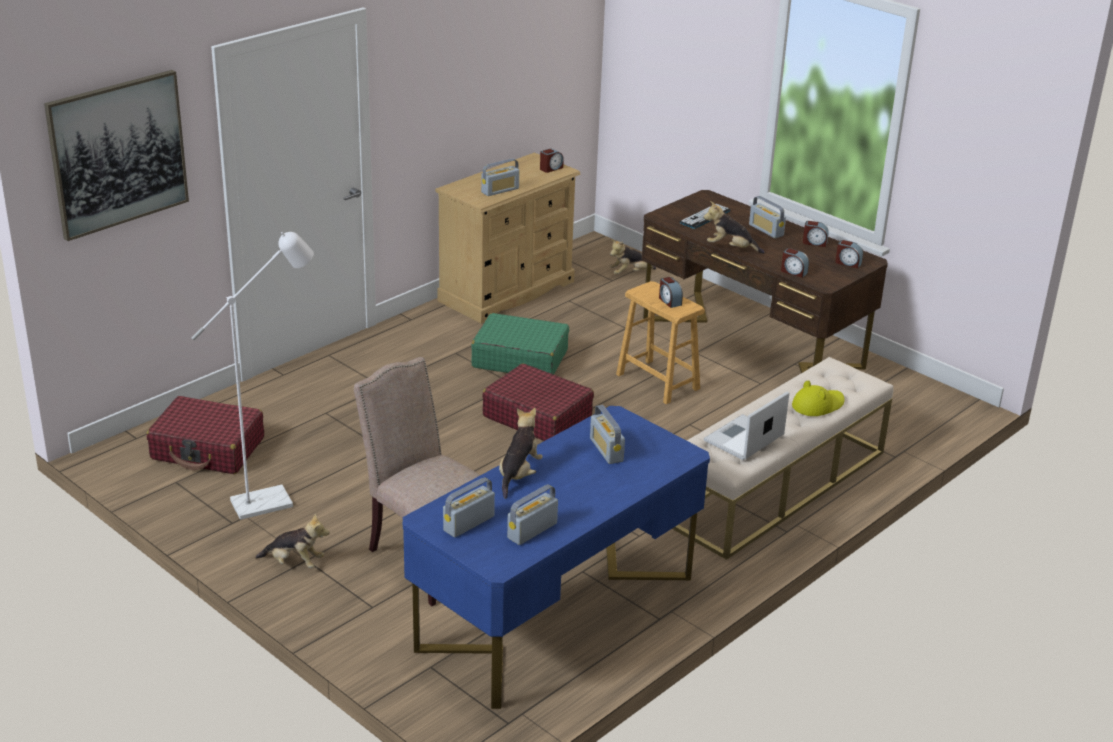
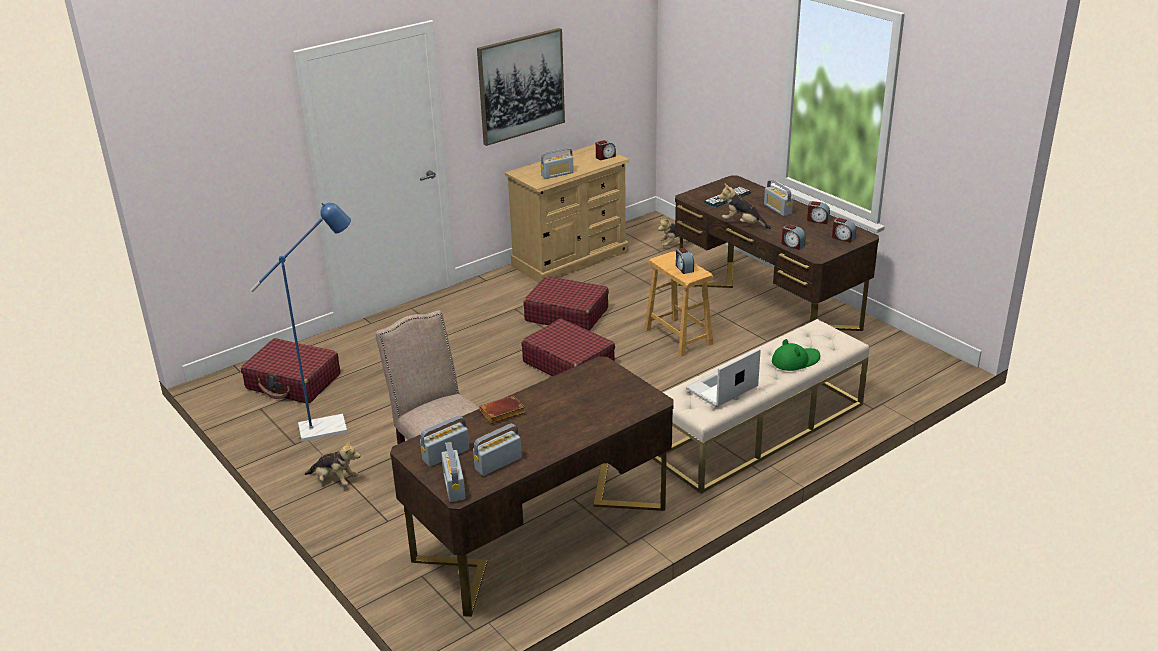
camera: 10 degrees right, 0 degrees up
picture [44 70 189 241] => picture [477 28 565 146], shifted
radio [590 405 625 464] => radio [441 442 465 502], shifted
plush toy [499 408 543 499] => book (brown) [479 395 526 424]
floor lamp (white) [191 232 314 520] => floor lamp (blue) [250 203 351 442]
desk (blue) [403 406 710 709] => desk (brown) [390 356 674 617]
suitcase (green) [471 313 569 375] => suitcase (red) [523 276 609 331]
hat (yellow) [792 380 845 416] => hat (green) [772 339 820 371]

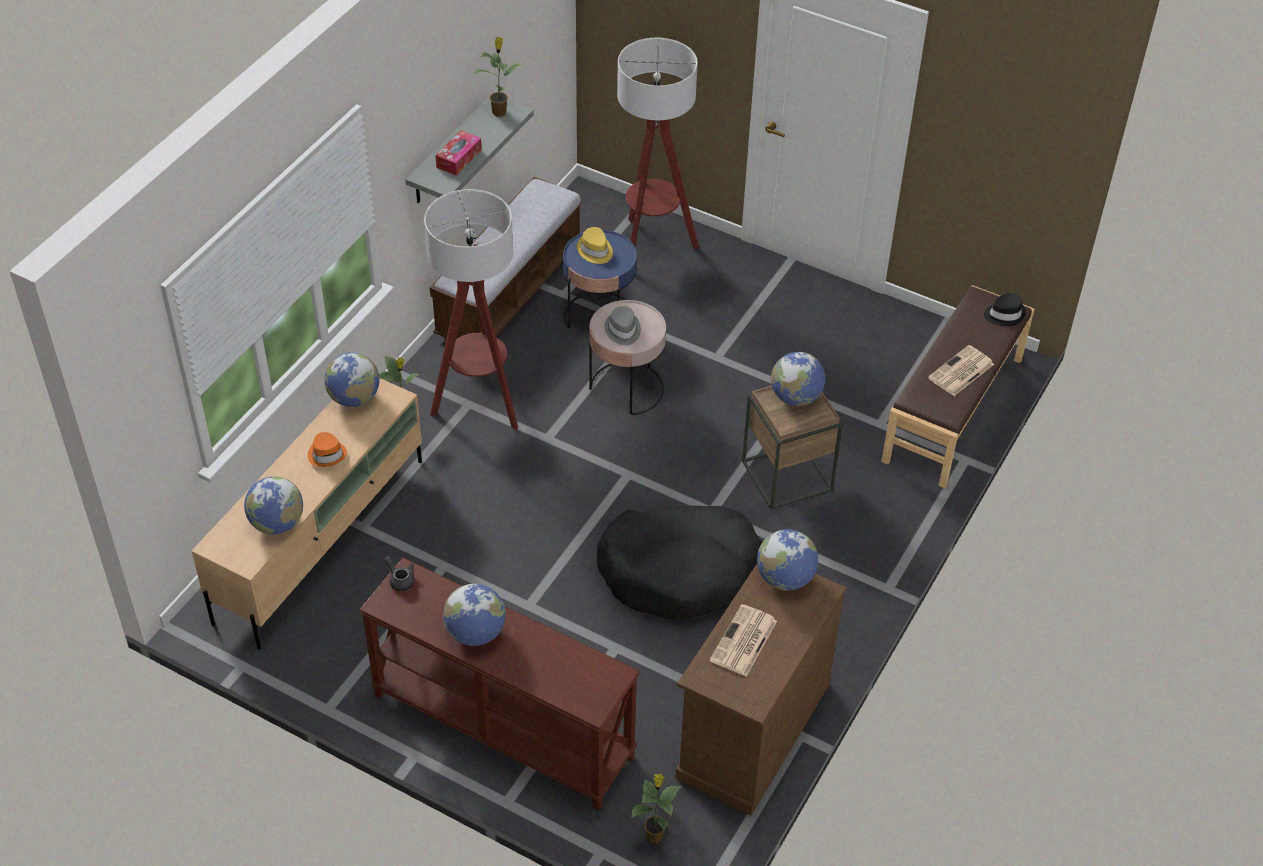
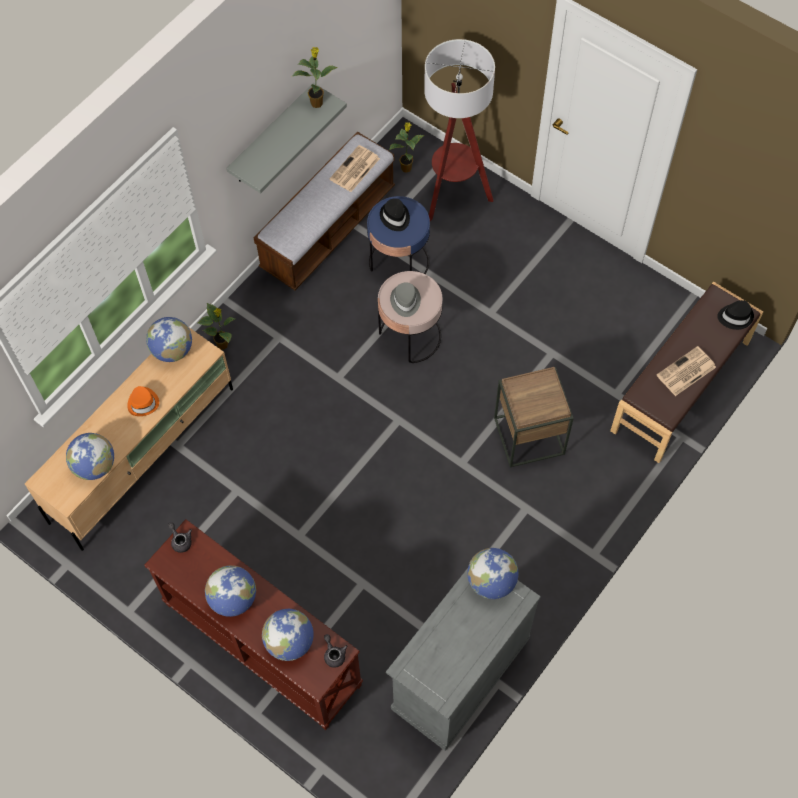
camera: 10 degrees right, 15 degrees up
floor lamp [424 189 518 430] => nothing
tissue box [435 130 482 176] => nothing
dog bed (black) [596 506 762 620] => nothing
nothing => teapot (grey) [324 634 348 668]
potted plant [631 773 681 844] => potted plant [389 122 425 173], shifted
newspaper [710 604 777 677] => newspaper [330 145 380 192], shifted
globe [771 352 825 406] => globe [262 609 314 661], shifted
hat (yellow) [577 227 613 264] => hat (black) [380 198 410 231]
cabinet (brown) [675 564 846 816] => cabinet (grey) [386 568 541 751]

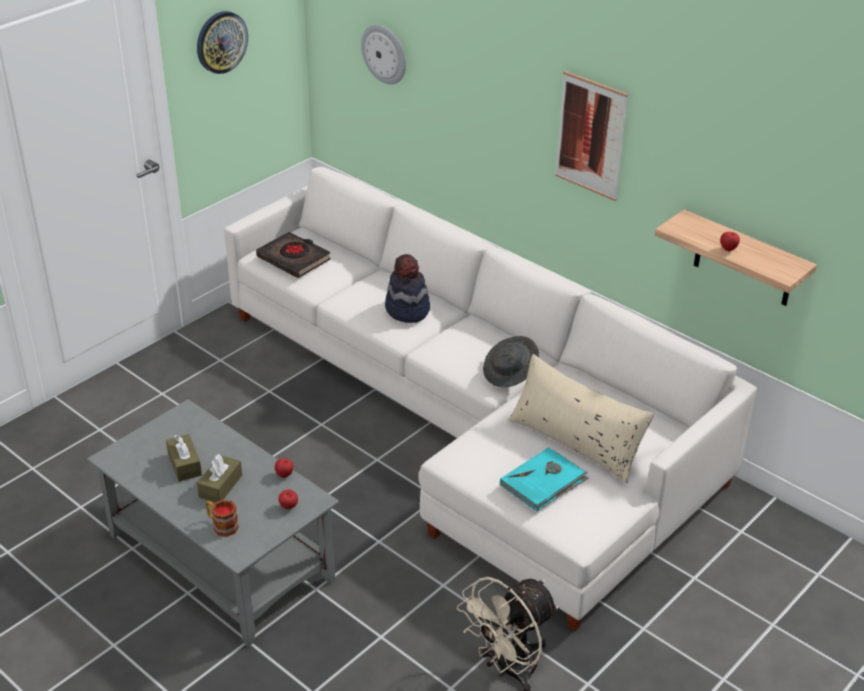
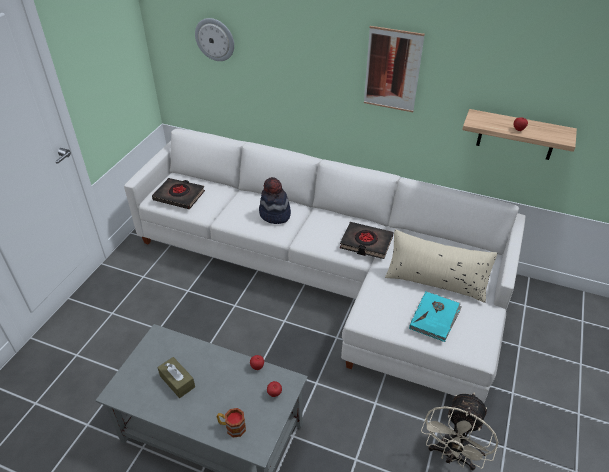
camera: 20 degrees left, 5 degrees up
wall clock [197 11 248 74] => nothing
tissue box (brown) [197 454 242 503] => nothing
hat (grey) [483 336 539 387] => book (black) [340 222 394 259]

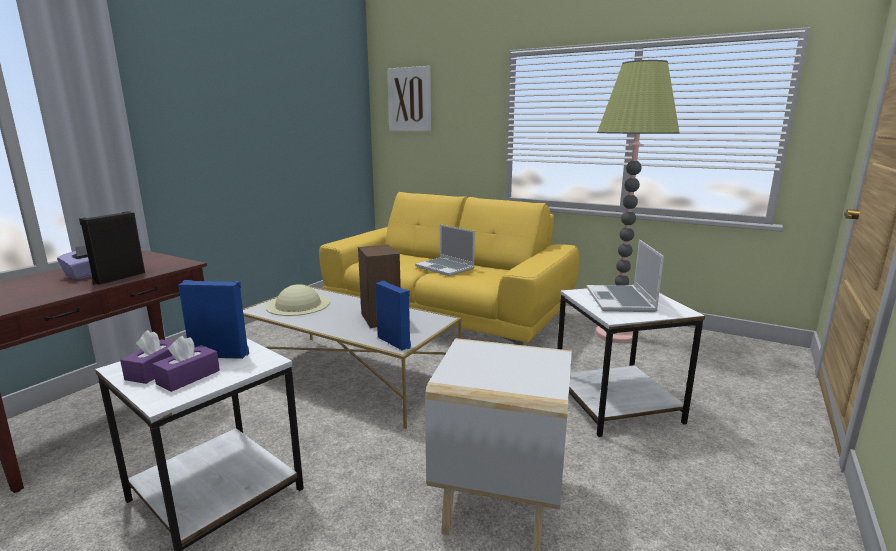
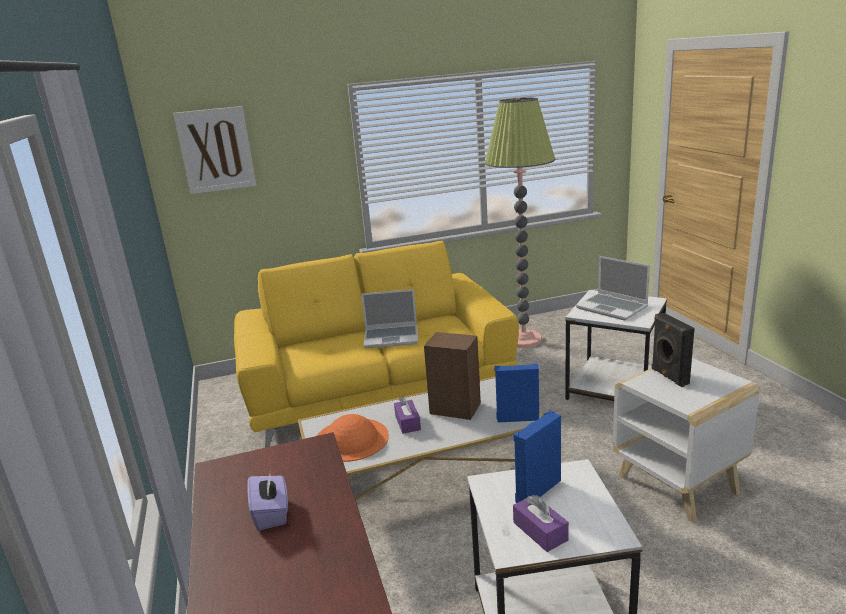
camera: 45 degrees left, 5 degrees up
speaker (black) [79 211 145 285] => speaker (black) [652 313 695 387], shifted
tissue box (purple) [152 336 220 392] => tissue box (purple) [394 397 421 434], shifted
hat (beige) [266 284 330 316] => hat (orange) [317 414 389 462]

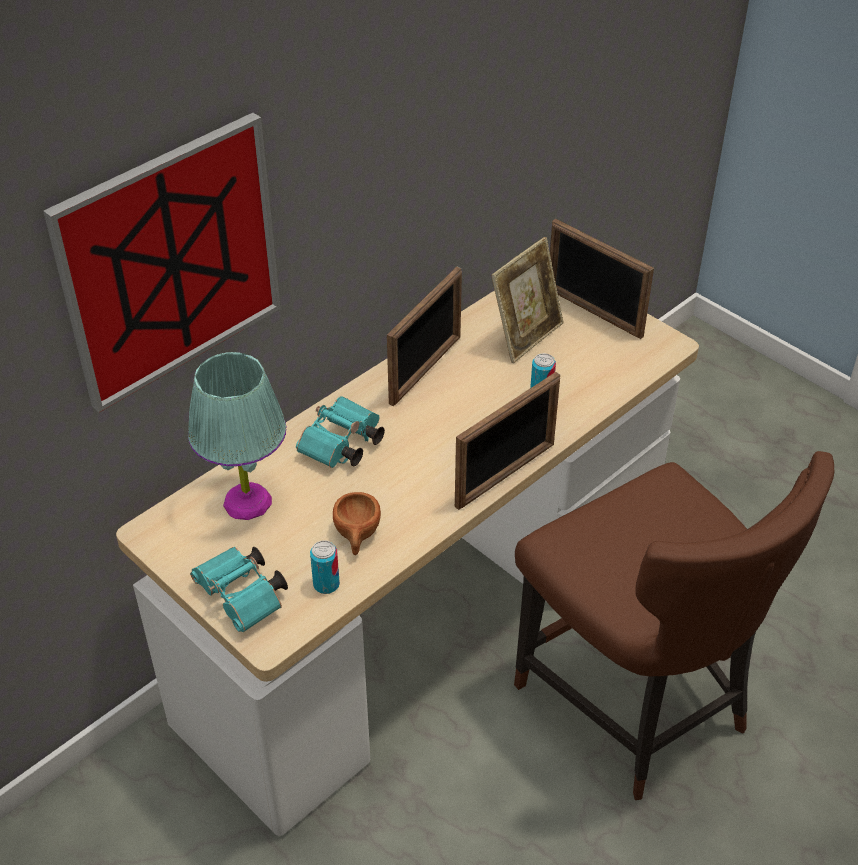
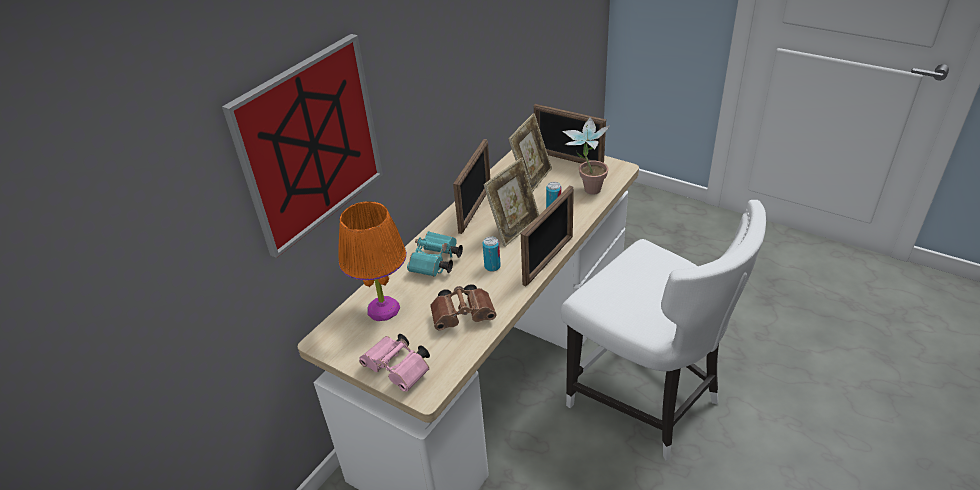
camera: 10 degrees left, 5 degrees down
nothing => picture frame [484 158 539 247]
nothing => potted plant [562 117 610 195]
can [310 540 340 594] => can [483 236 501 272], shifted
cup (brown) [333 492 381 555] => binoculars (brown) [430 284 497 331]
table lamp (turquoise) [188 352 287 520] => table lamp (orange) [338 201 407 321]
binoculars (turquoise) [190 547 288 632] => binoculars (pink) [359 334 430 392]
chair (brown) [514 451 834 800] => chair (white) [561 200 766 461]

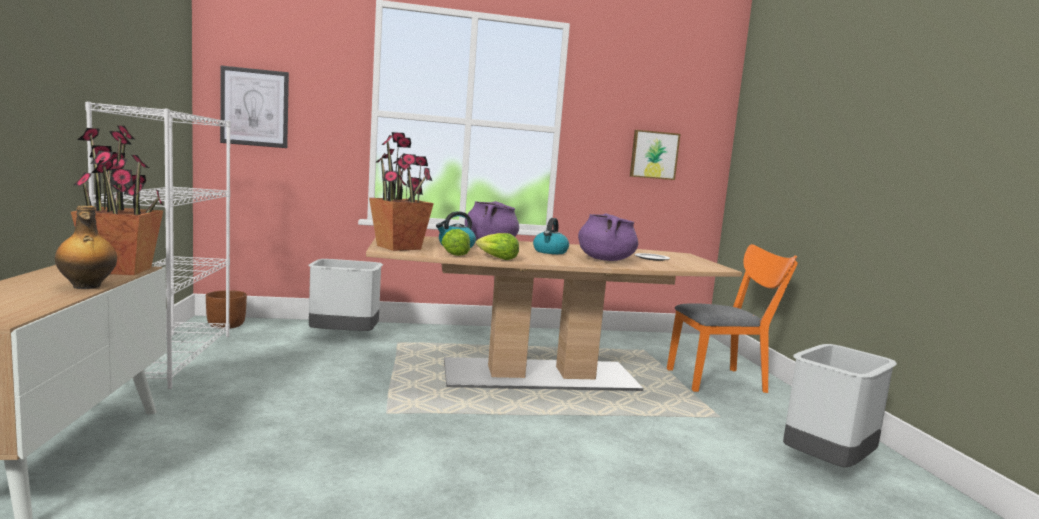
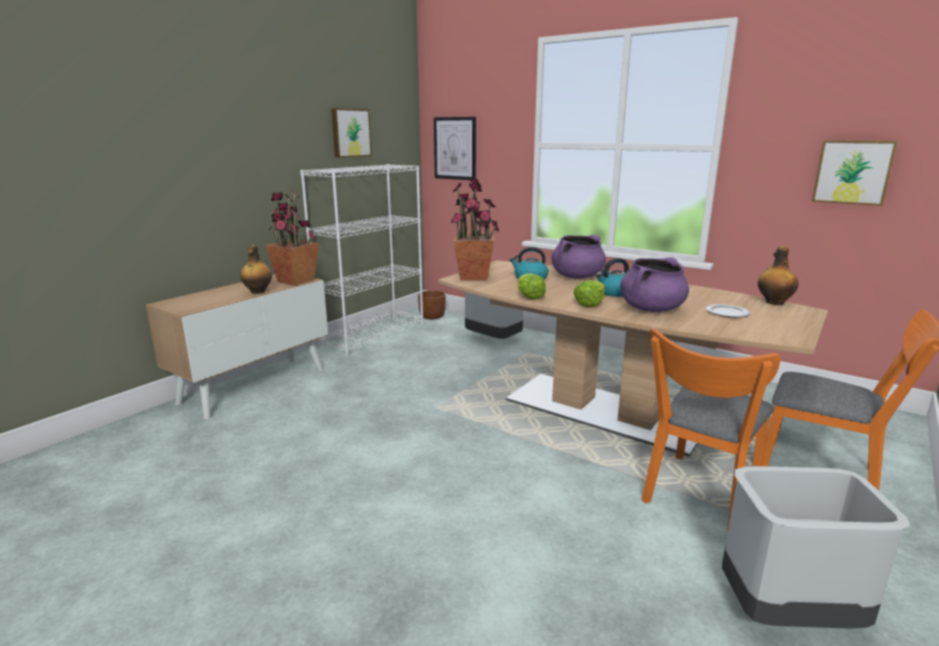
camera: 45 degrees right, 10 degrees up
nothing => picture [331 108 372 158]
nothing => chair (orange) [641 328 780 533]
nothing => bottle [758 247 798 305]
lettuce [441 229 470 256] => lettuce [573 280 605 307], shifted

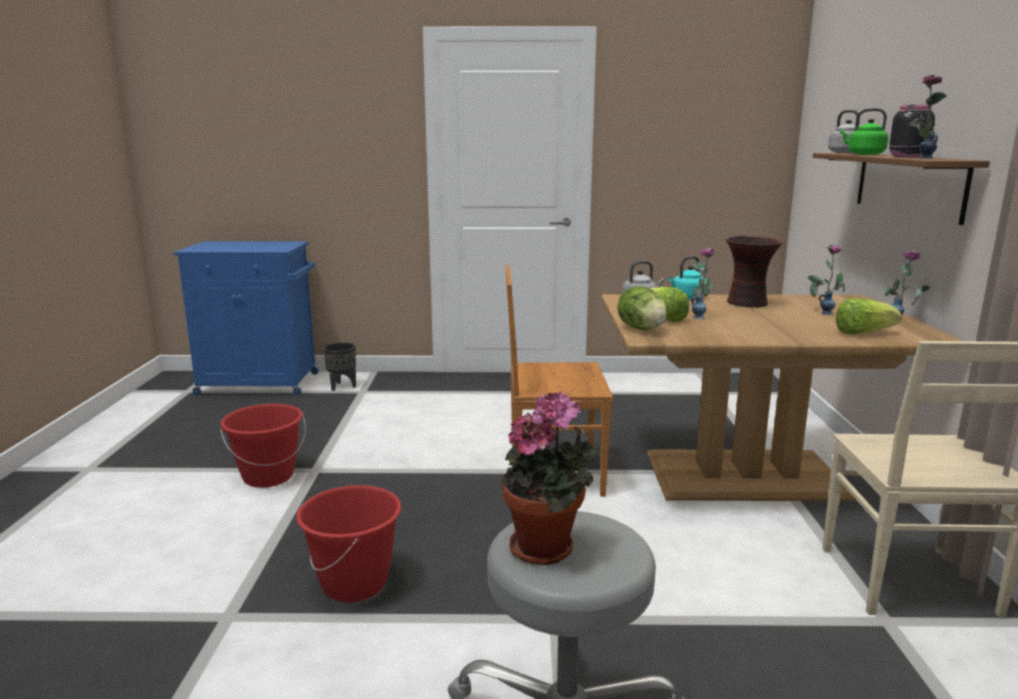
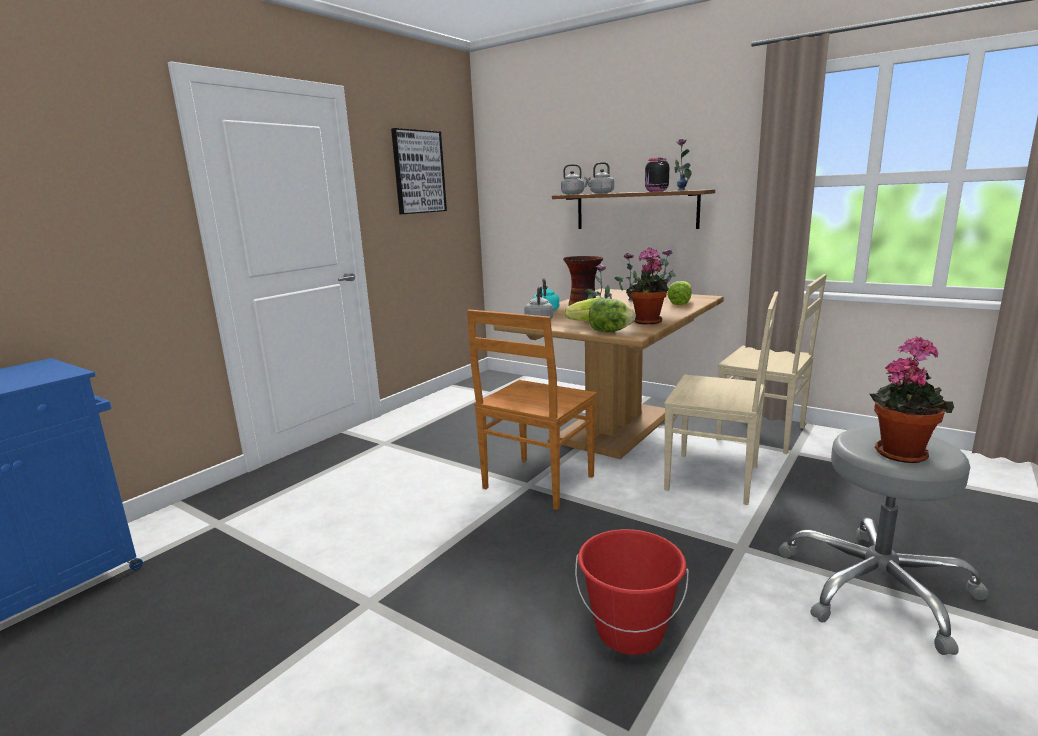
camera: 55 degrees left, 0 degrees up
bucket (red) [220 404 306 488] => nothing
planter (black) [323 342 356 391] => nothing
nothing => picture [391 128 447 214]
nothing => potted plant [626 247 669 325]
nothing => chair (beige) [664 291 778 505]
kettle (green) [840 108 888 155] => kettle (grey) [584 162 614 194]

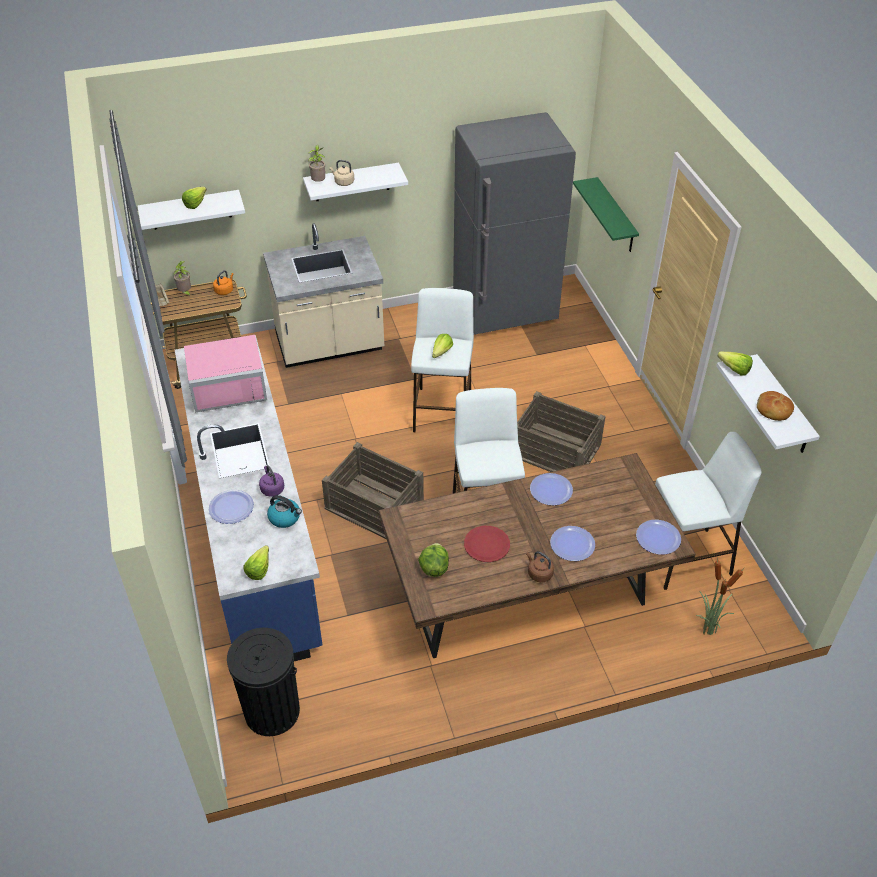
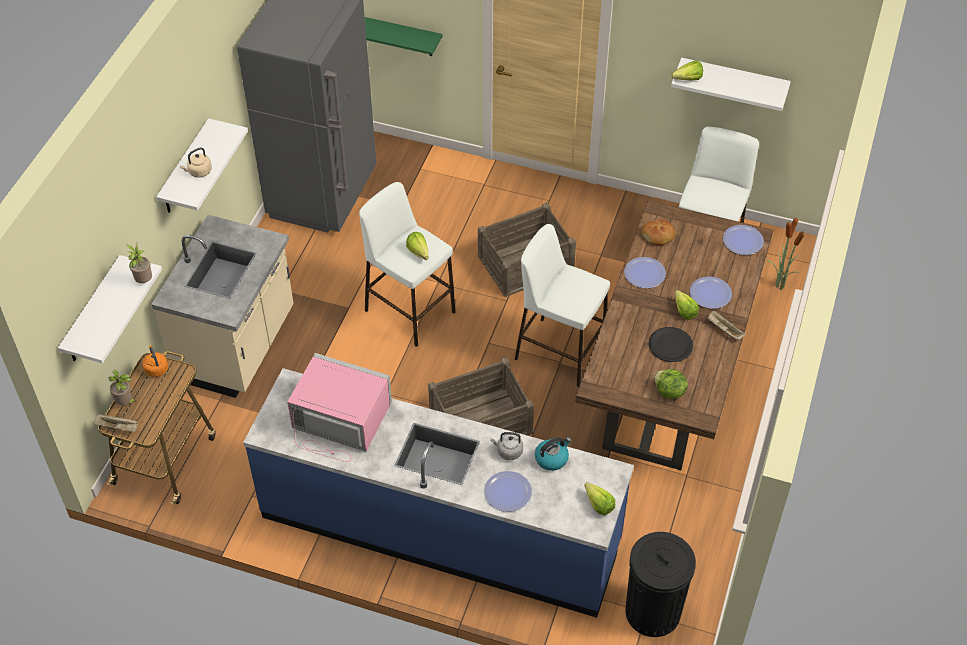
camera: 55 degrees left, 5 degrees up
lettuce [182 187 207 209] => lettuce [675 290 699 320], shifted
potted plant [308 145 326 182] => potted plant [126 244 152 283], shifted
bread [757 391 794 421] => bread [642 219 675 245], shifted
kettle (brown) [526 551 554 582] => tray (beige) [707 310 746 340]
kettle (purple) [259 466 284 497] => kettle (grey) [490 432 523 460]
plate (red) [464 526 510 562] => plate (black) [649 327 693 362]
microwave (pink) [184 335 267 413] => microwave (pink) [287 353 392 462], 90 degrees counterclockwise

